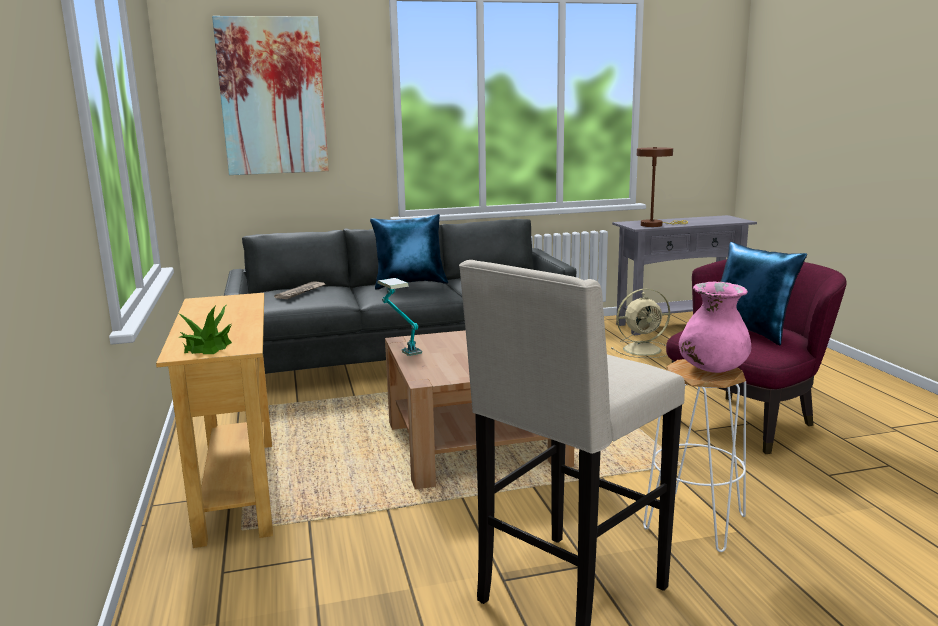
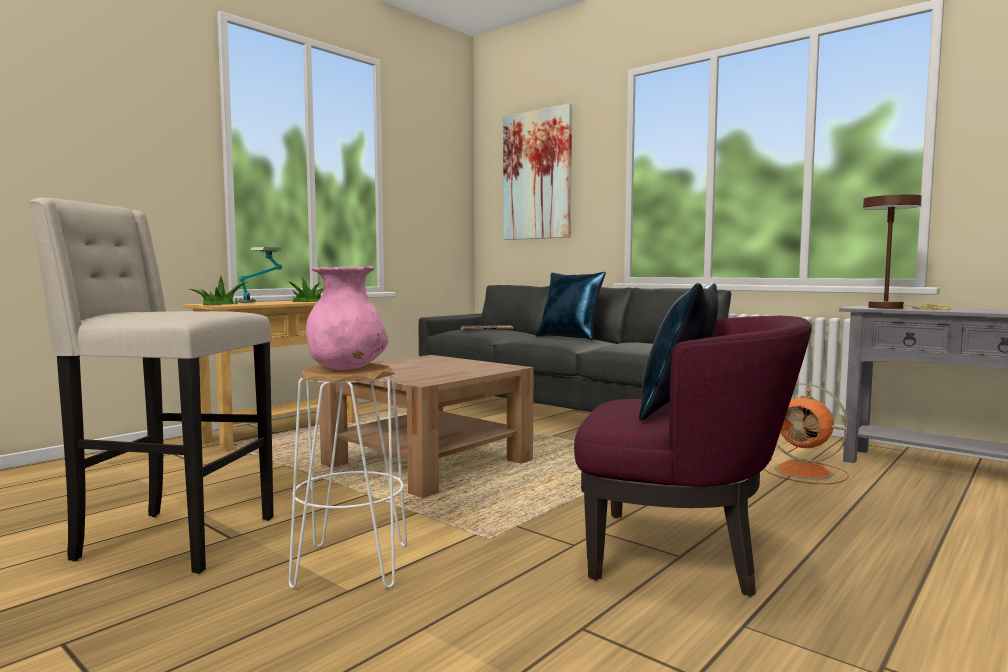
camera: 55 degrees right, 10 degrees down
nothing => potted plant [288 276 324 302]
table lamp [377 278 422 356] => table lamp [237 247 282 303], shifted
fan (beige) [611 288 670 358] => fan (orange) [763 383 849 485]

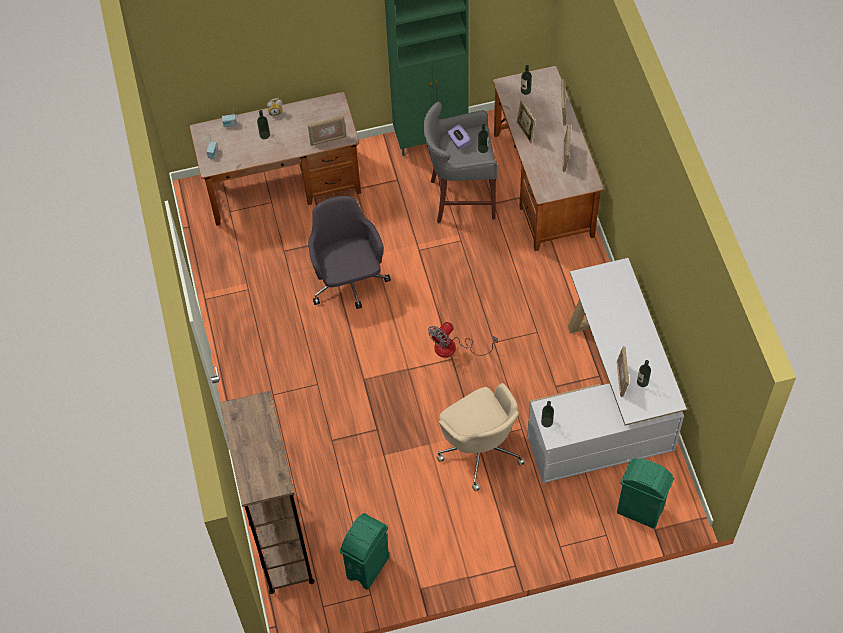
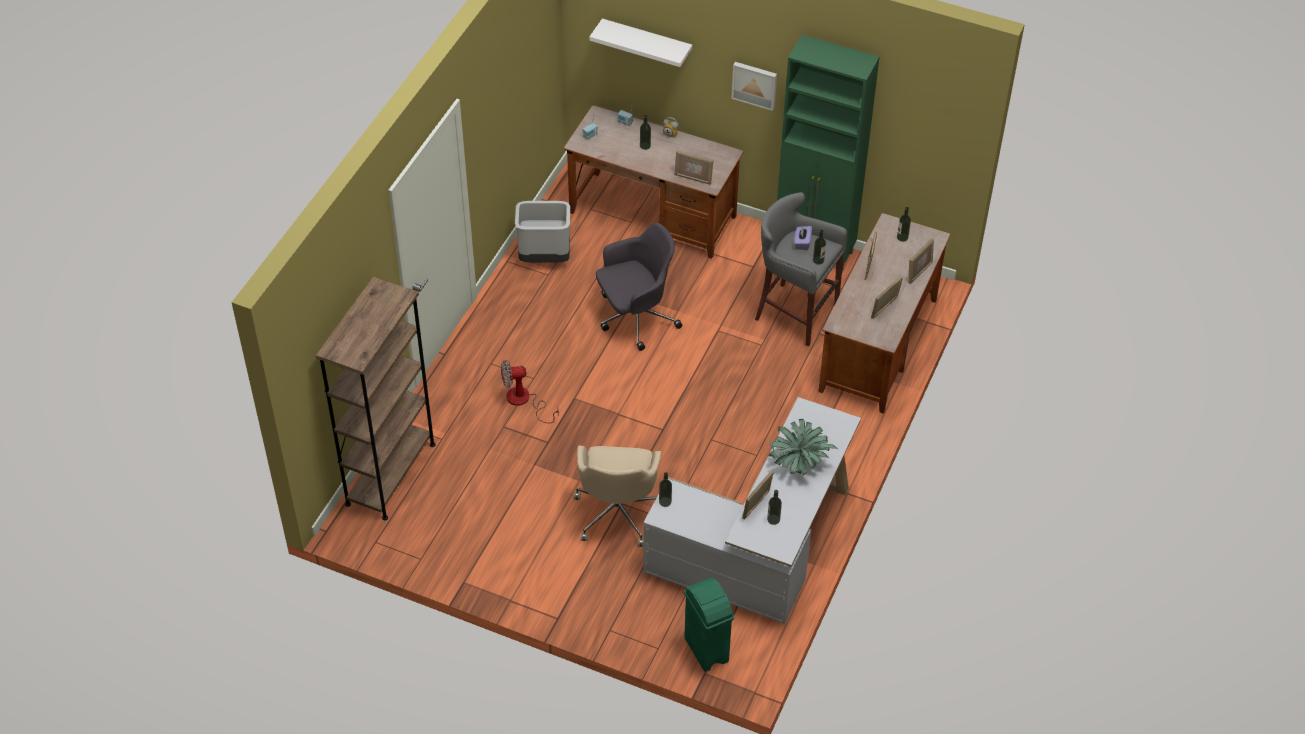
camera: 35 degrees right, 10 degrees down
trash can (green) [340 513 389 590] => nothing
nothing => trash can (grey) [515 201 570 262]
nothing => shelf (white) [589 19 692 67]
nothing => picture [731 62 777 111]
nothing => potted plant [769 419 838 476]
fan [428 322 498 358] => fan [501 360 559 423], shifted
office chair (grey) [308 196 391 309] => office chair (grey) [596 223 682 351], 45 degrees clockwise

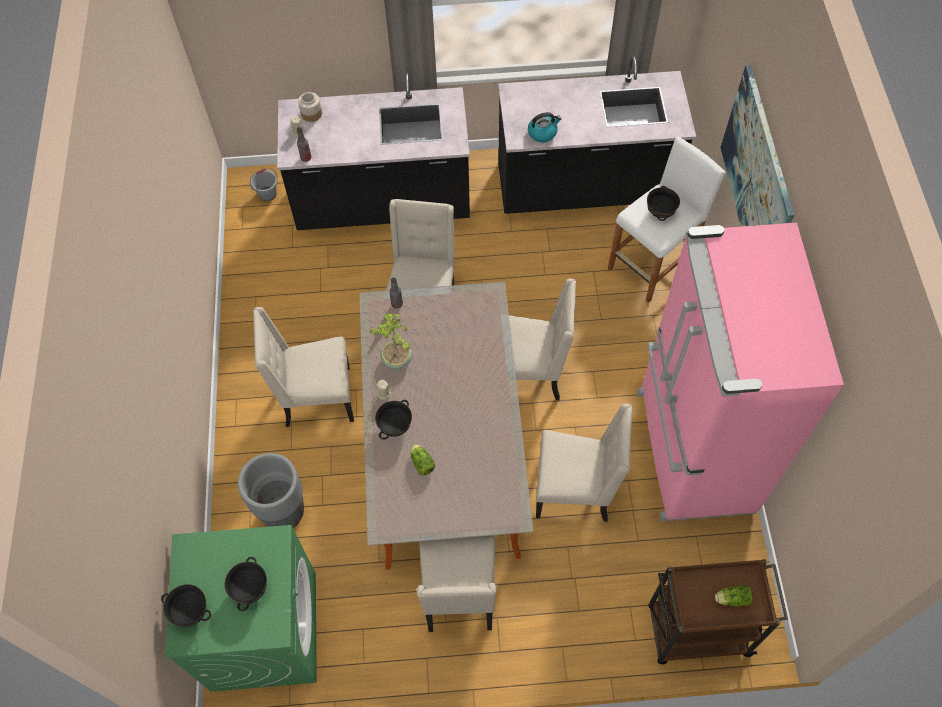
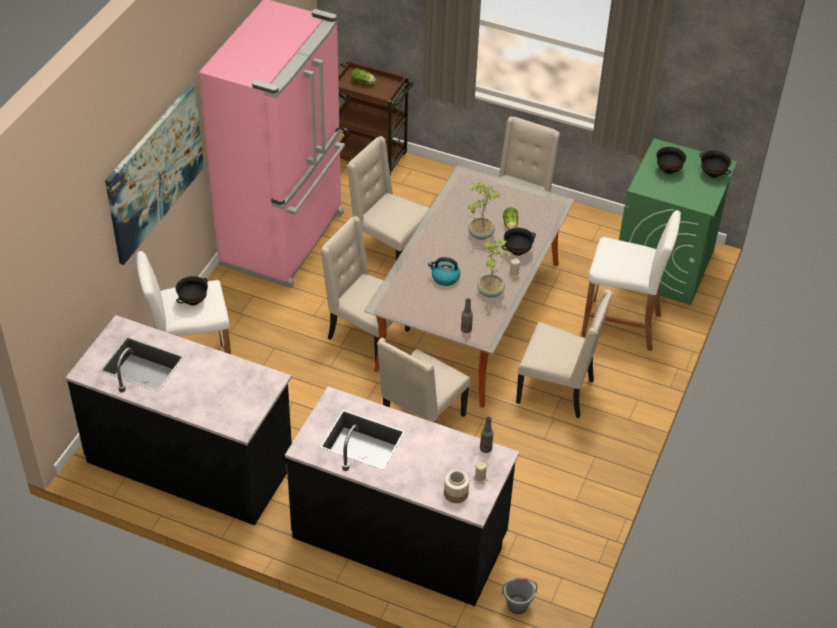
camera: 155 degrees left, 15 degrees down
nothing => potted plant [468 182 500 240]
kettle [528 112 562 142] => kettle [428 257 460 286], shifted
planter (grey) [238 453 304 528] => stool (white) [581 210 681 351]

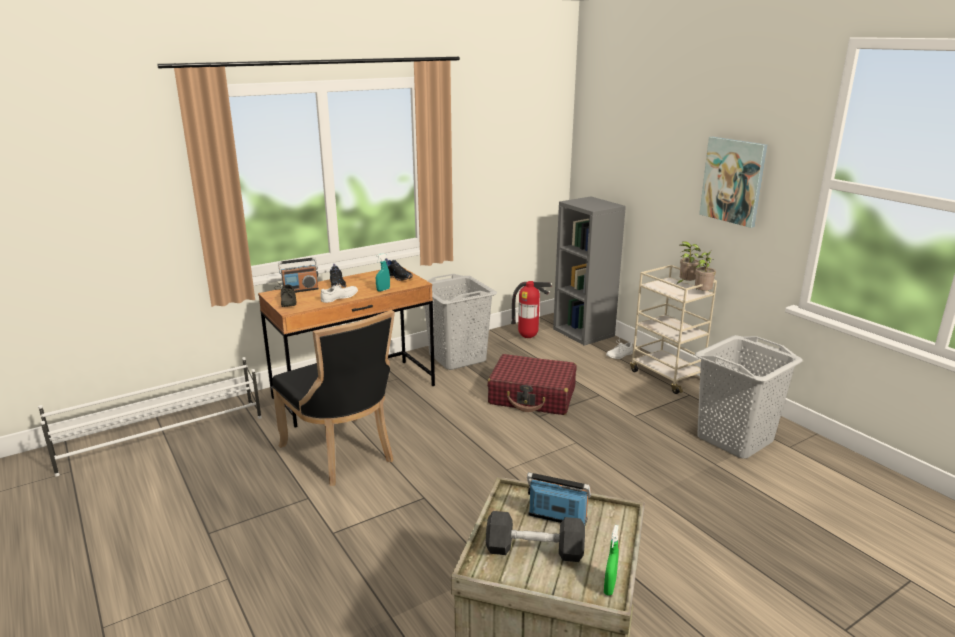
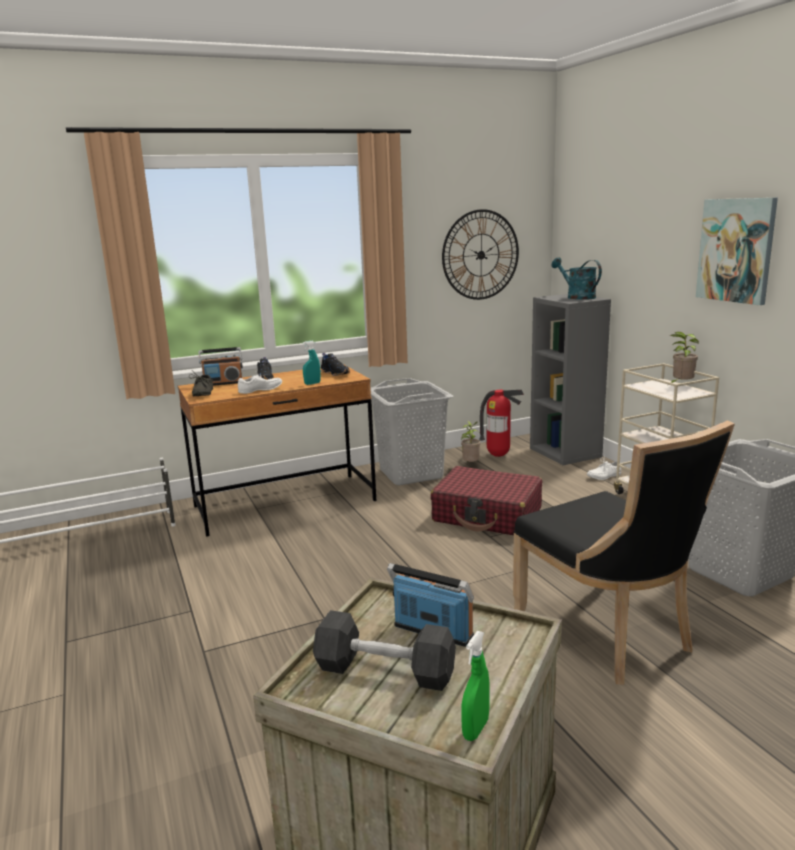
camera: 10 degrees right, 5 degrees down
nothing => wall clock [442 209 519 300]
nothing => watering can (turquoise) [551 257 602 300]
chair (black) [272 310 395 486] => chair (black) [513 420 735 685], shifted
potted plant [695 251 716 291] => potted plant [461 421 480 462], shifted

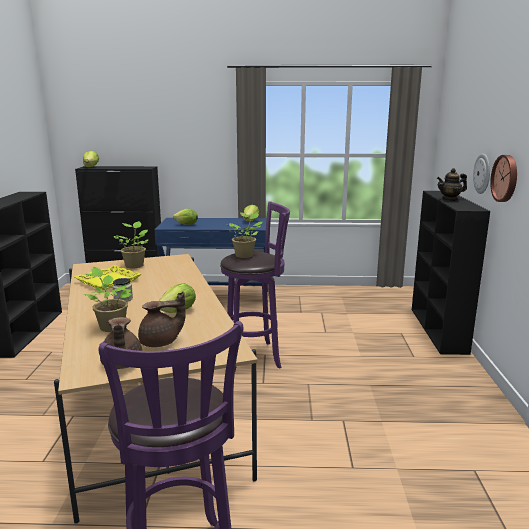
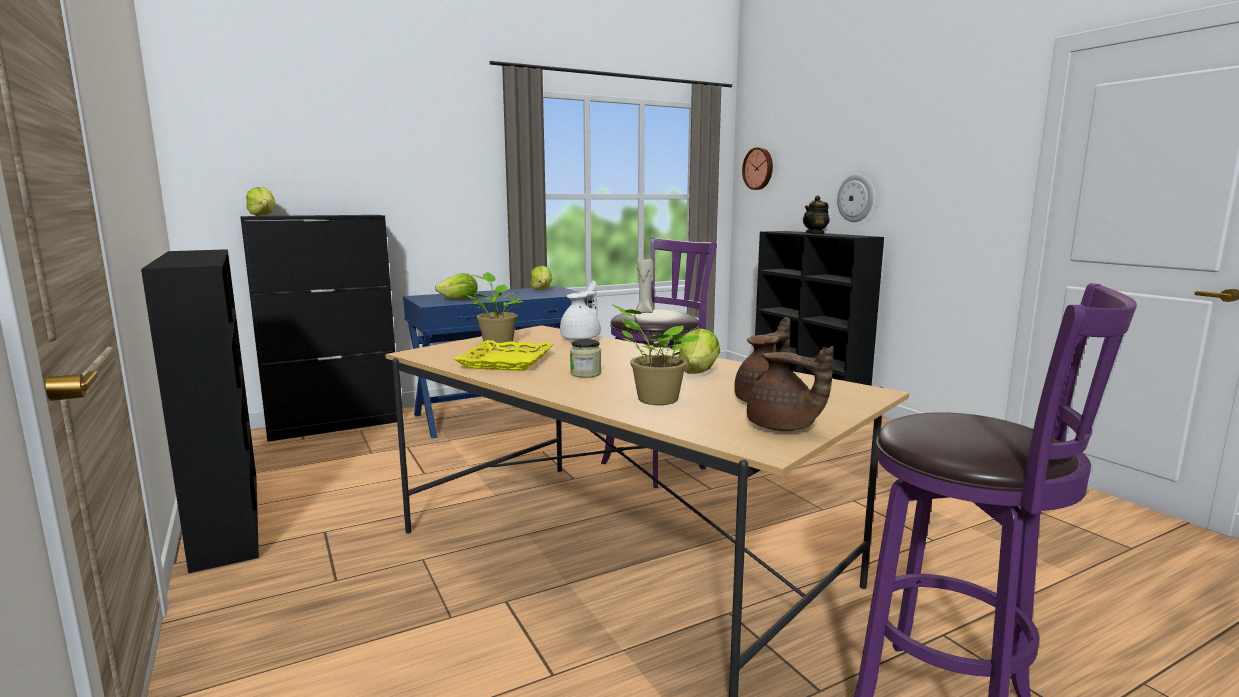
camera: 30 degrees left, 5 degrees down
nothing => teapot (white) [560 281 601 340]
wall clock [490 155 517 202] => wall clock [742 147 773 190], shifted
potted plant [228 212 263 258] => candle (beige) [636 258 654 313]

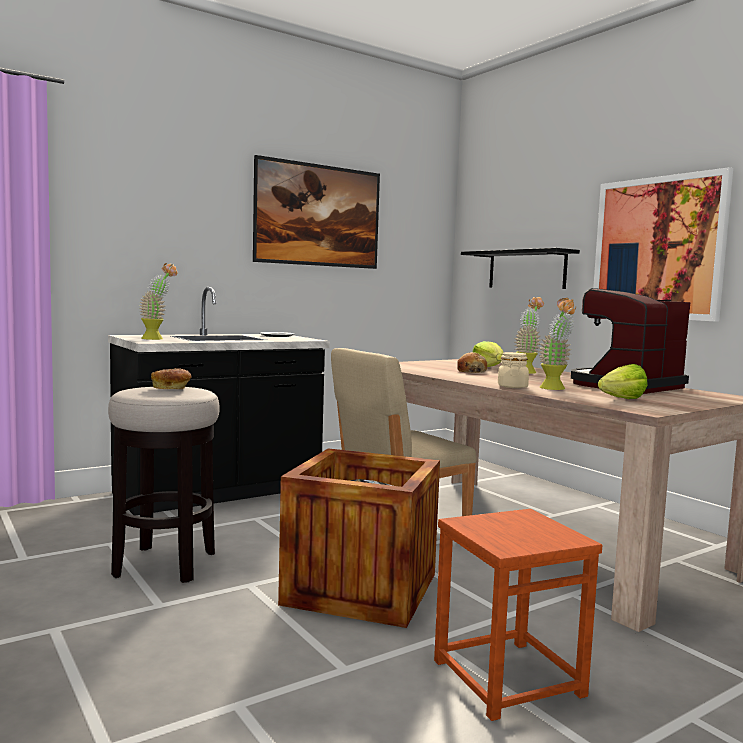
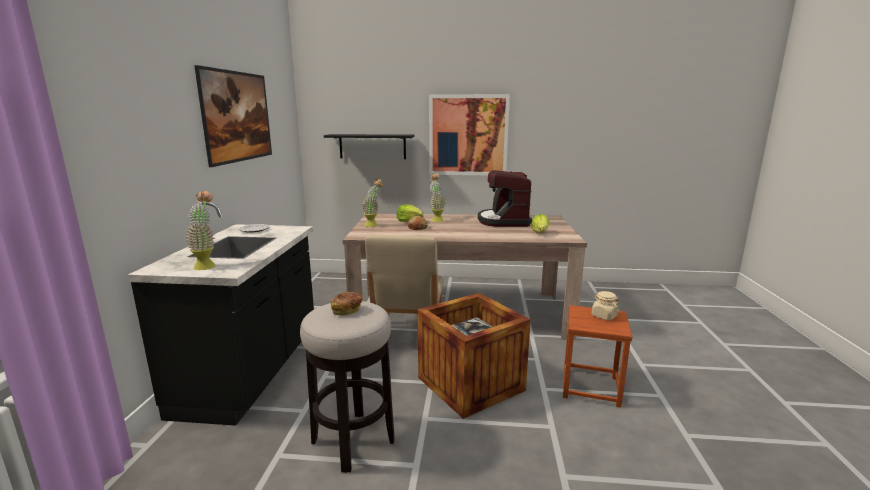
camera: 50 degrees left, 10 degrees up
jar (beige) [498 352 529 388] => jar (beige) [592 291 619 320], shifted
potted plant [539 298 576 390] => potted plant [362 178 383 227], shifted

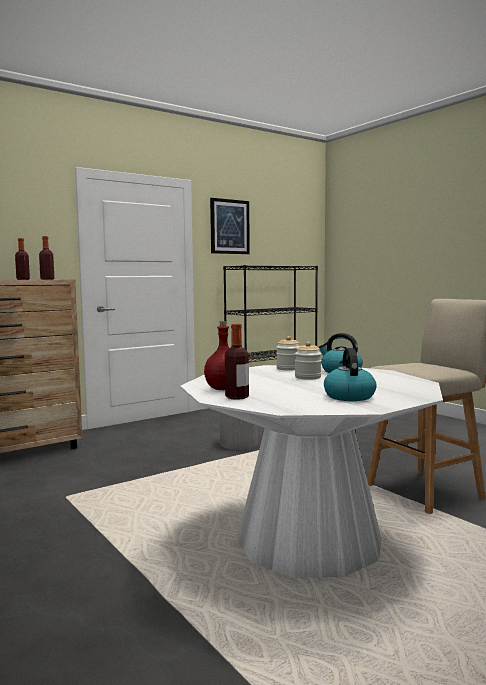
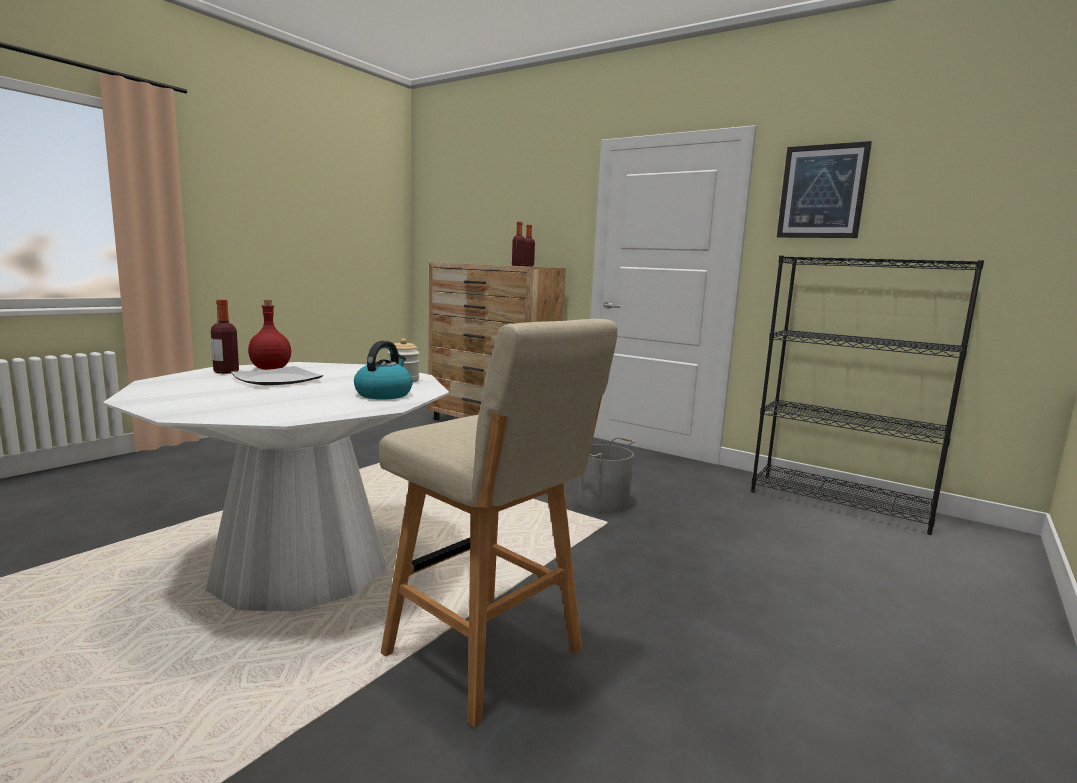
camera: 70 degrees right, 5 degrees up
jar [295 342 322 380] => nothing
kettle [324 348 377 401] => nothing
nothing => plate [231 366 323 385]

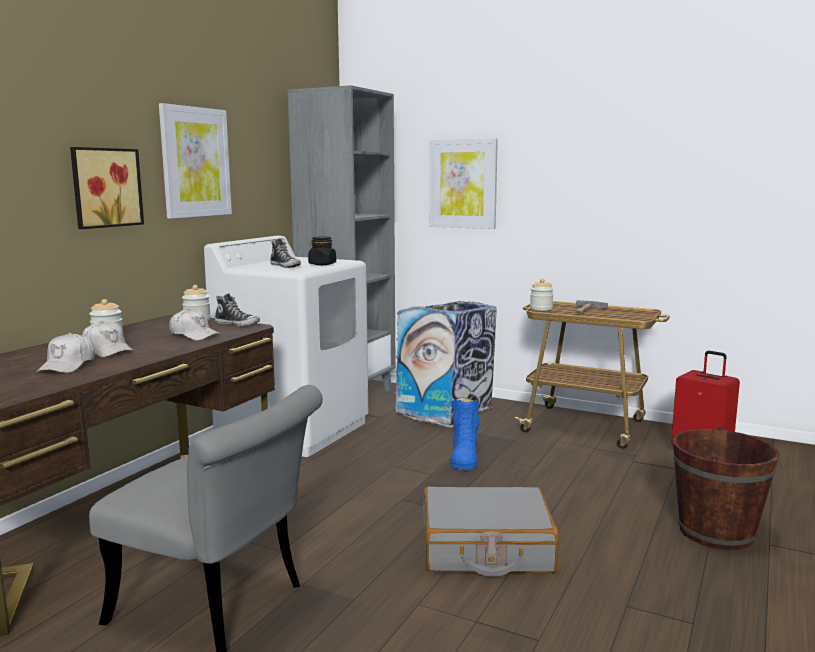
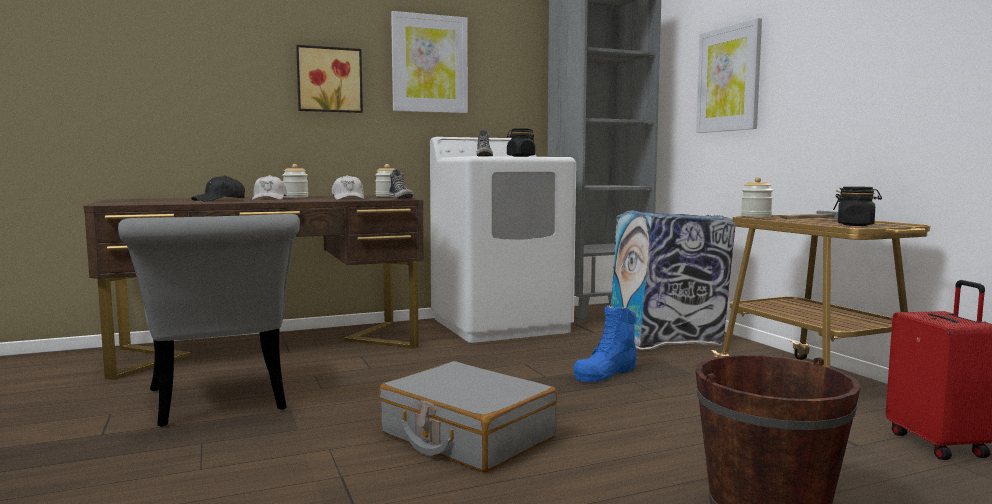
camera: 40 degrees right, 5 degrees down
nothing => jar (black) [833 186 882 226]
cap (white) [36 333 95 373] => cap (black) [191 175 245 201]

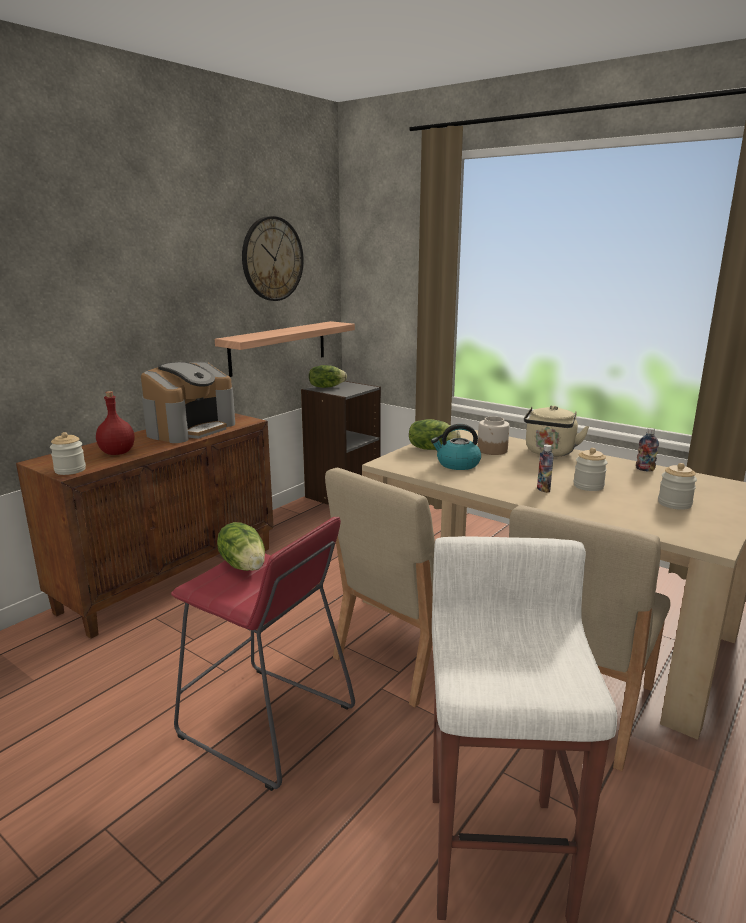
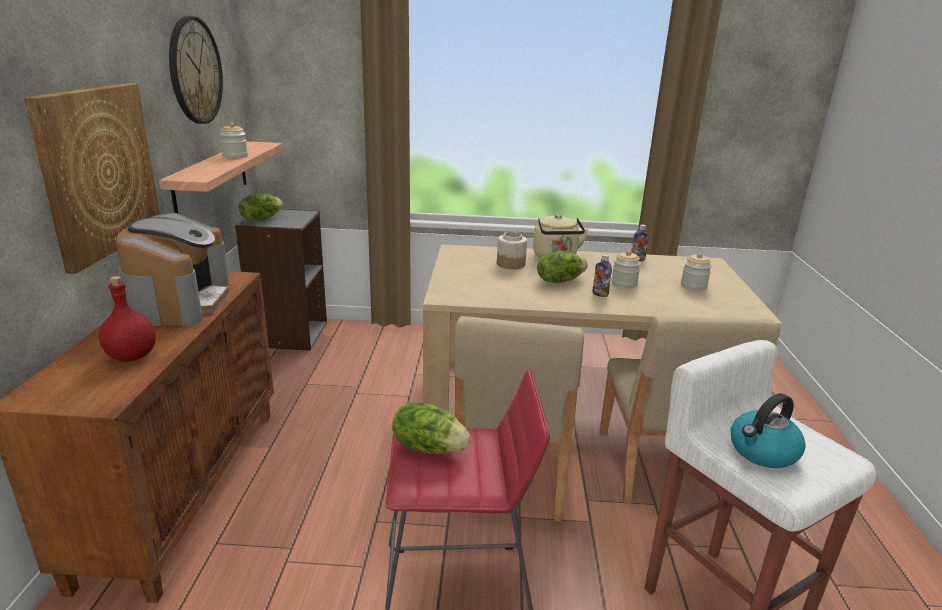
camera: 35 degrees left, 5 degrees up
nothing => picture [24 83 160 274]
jar [50 432 86 475] => jar [220 123 248 159], shifted
lettuce [409 419 461 450] => lettuce [537 251 588 283], shifted
kettle [431 424 481 470] => kettle [731 393 806 468], shifted

